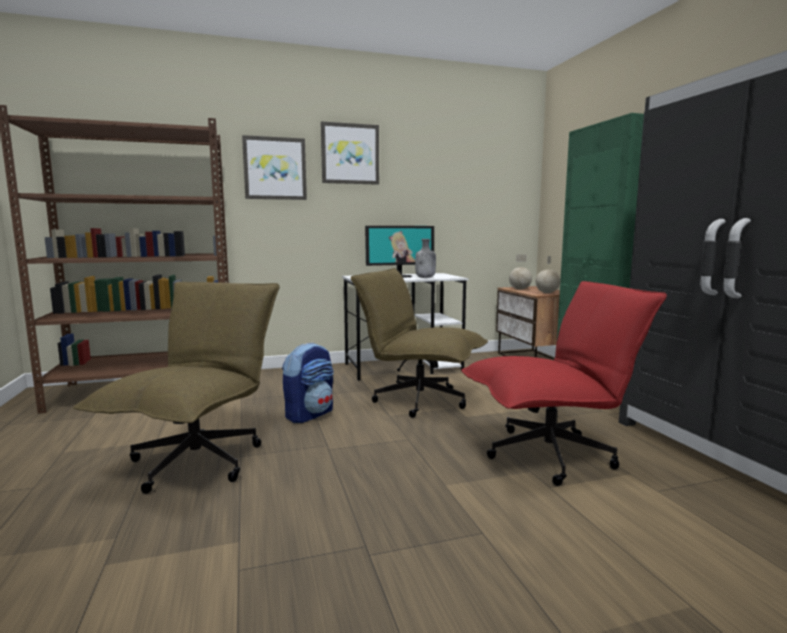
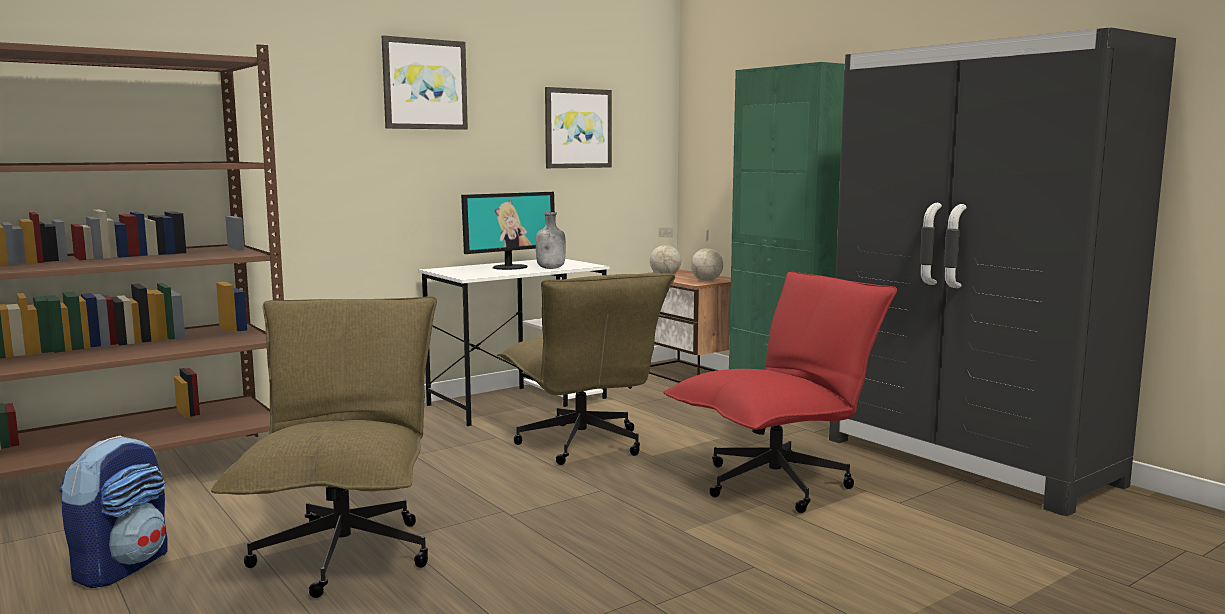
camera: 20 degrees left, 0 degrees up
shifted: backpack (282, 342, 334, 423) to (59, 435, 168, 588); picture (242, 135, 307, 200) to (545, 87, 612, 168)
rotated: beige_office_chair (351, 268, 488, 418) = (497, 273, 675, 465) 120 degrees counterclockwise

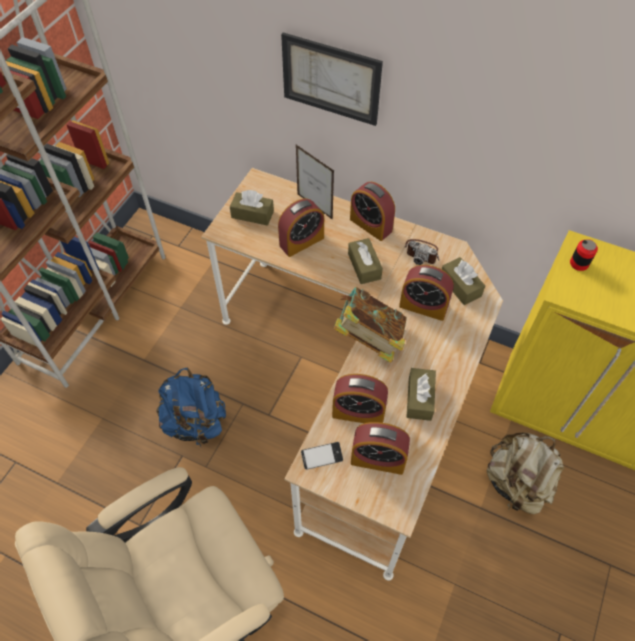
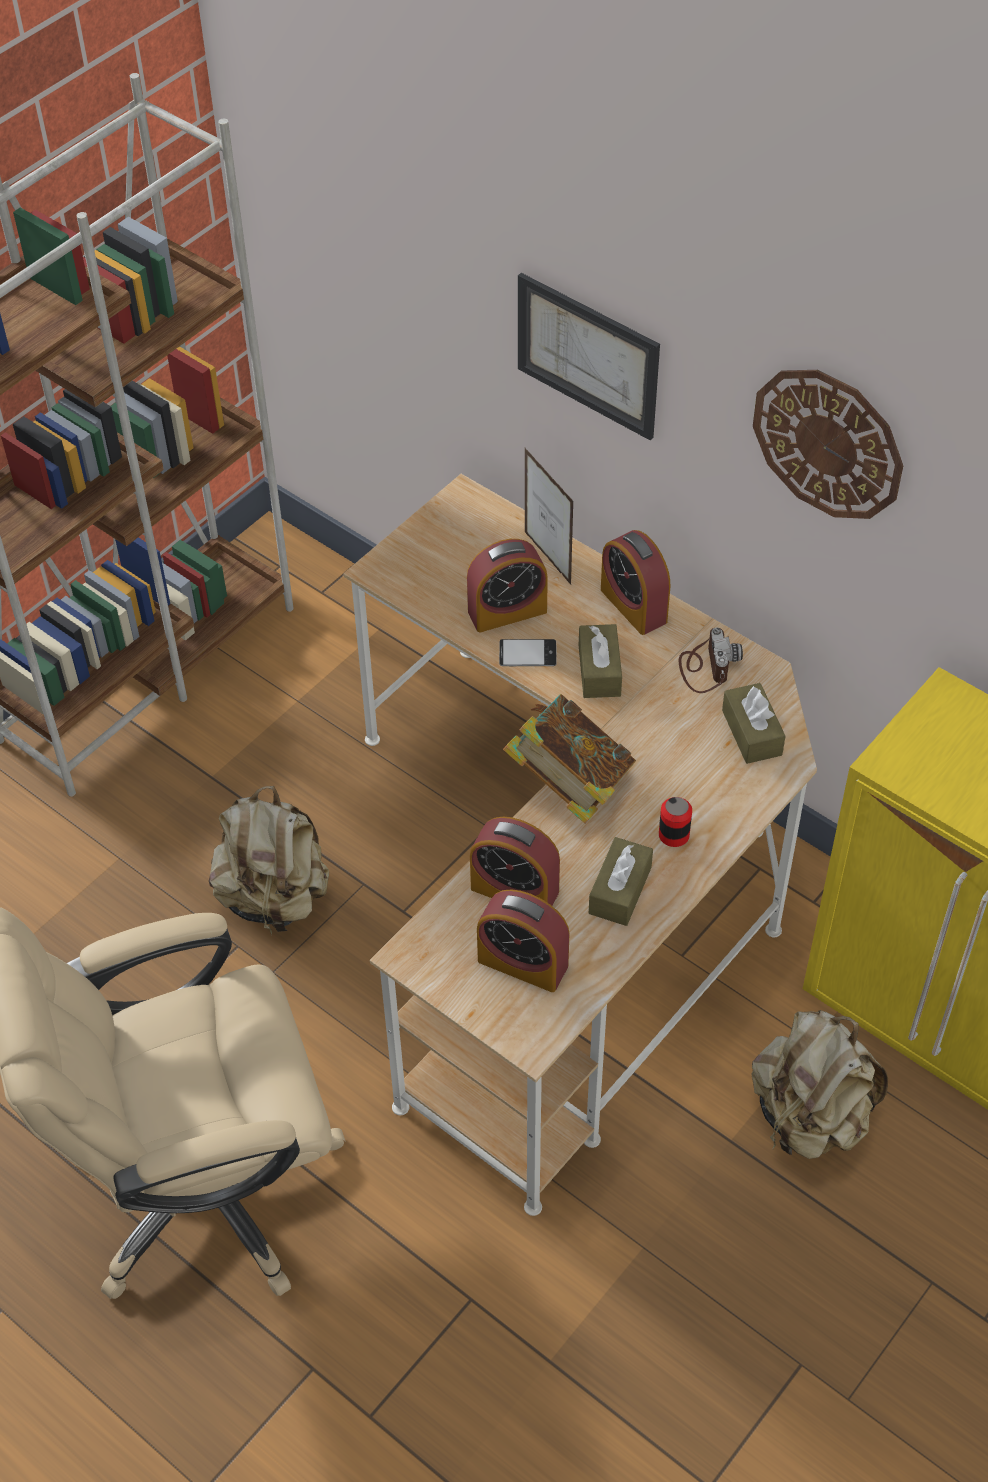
camera: 15 degrees right, 5 degrees down
gone: brown_tissue_box (230, 190, 274, 226); alarm_clock (399, 265, 454, 321)
new: wall_clock (753, 370, 903, 519)
shifted: phone (301, 442, 343, 470) to (499, 639, 556, 667); can (570, 239, 598, 271) to (659, 797, 692, 847)
repainted: blue_backpack (156, 368, 226, 447) to beige_backpack (209, 786, 329, 937)
rotated: photo_camera (405, 239, 439, 265) = (679, 628, 743, 693) 135 degrees counterclockwise

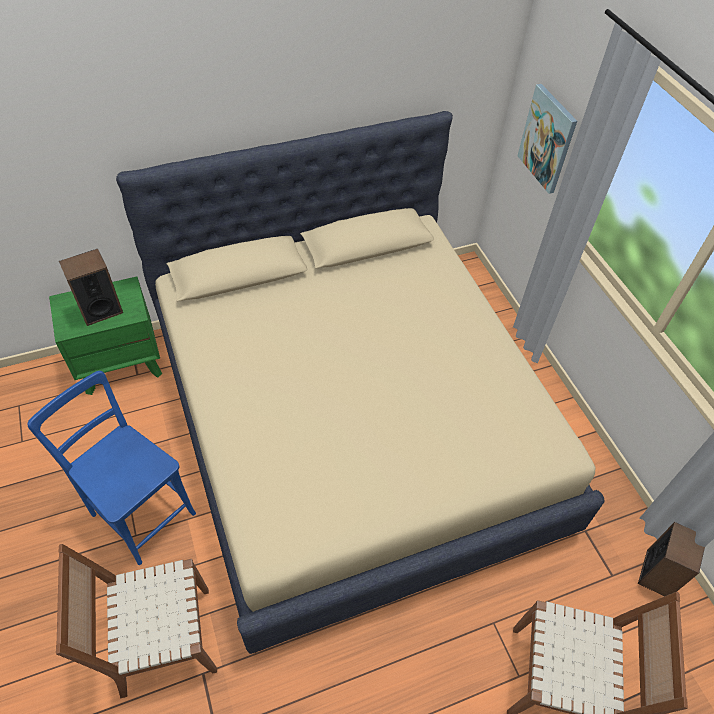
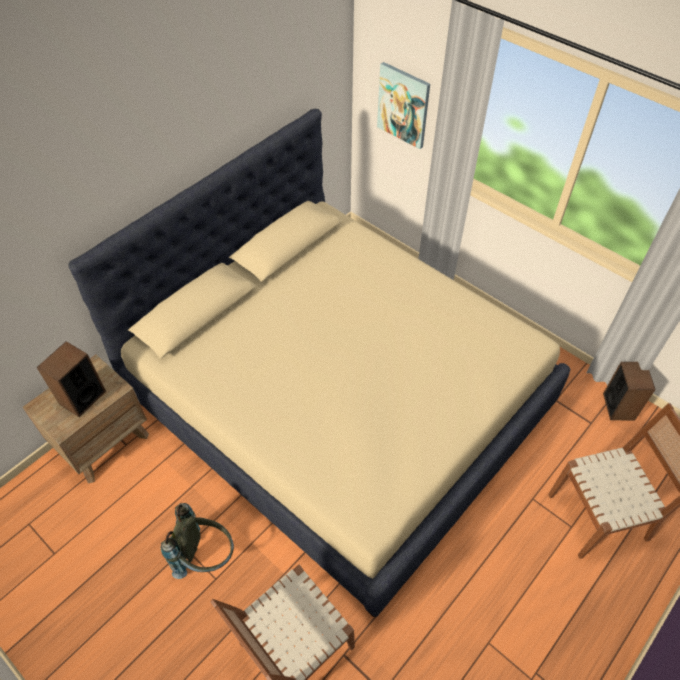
camera: 25 degrees left, 0 degrees up
swapped: blue_chair (28, 371, 196, 565) to grey_backpack (161, 503, 234, 579)
repainted: green_nightstand (49, 276, 162, 395) to brown_nightstand (23, 355, 149, 484)

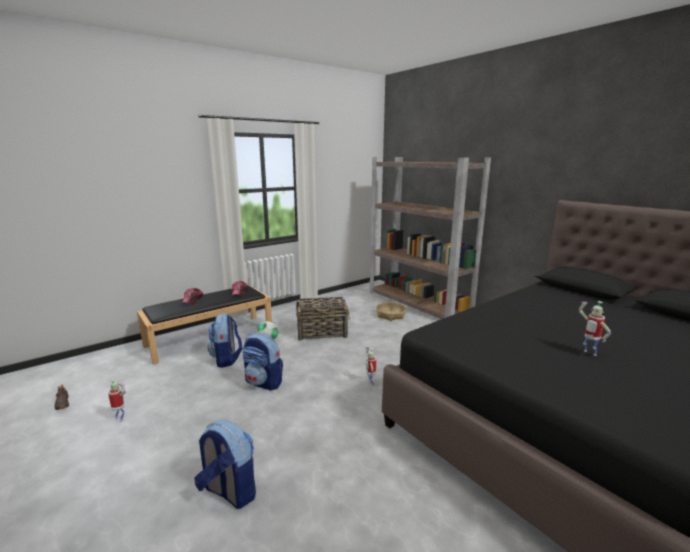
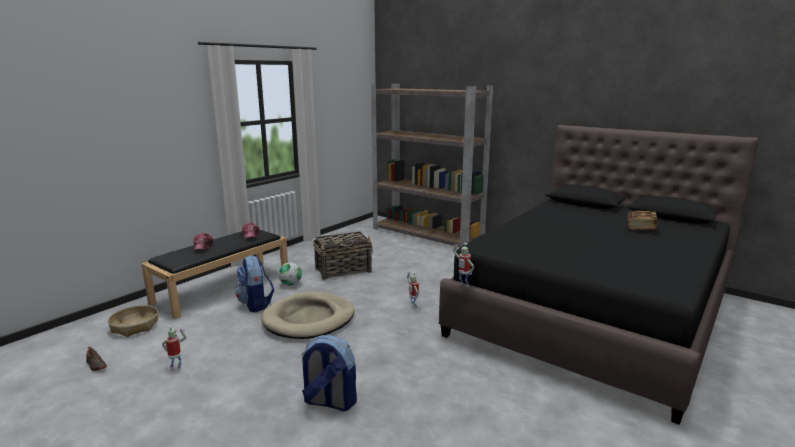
camera: 15 degrees left, 0 degrees up
new: book (627, 211, 657, 230)
shifted: basket (376, 302, 406, 321) to (108, 305, 158, 337); toy_robot (579, 301, 611, 356) to (453, 243, 474, 287)
swapped: backpack (243, 333, 283, 391) to beige_dog_bed (261, 292, 355, 339)

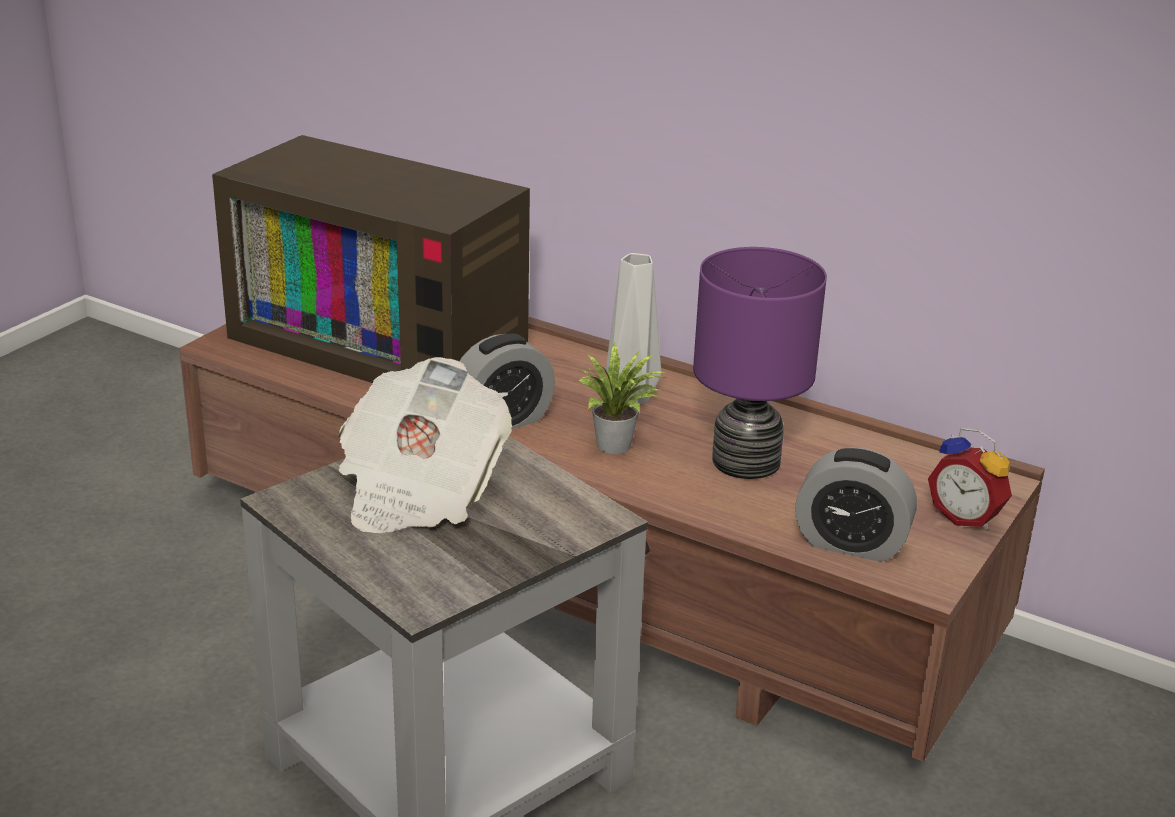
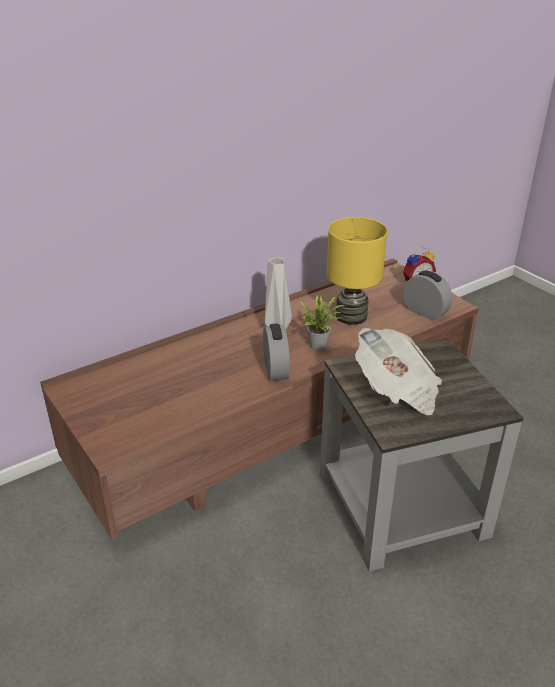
camera: 65 degrees left, 5 degrees up
gone: television (212, 135, 530, 383)
repainted: purple_table_lamp (693, 247, 827, 479) to yellow_table_lamp (326, 217, 387, 325)
rotated: alarm_clock (795, 447, 917, 562) = (403, 271, 453, 321) 90 degrees counterclockwise

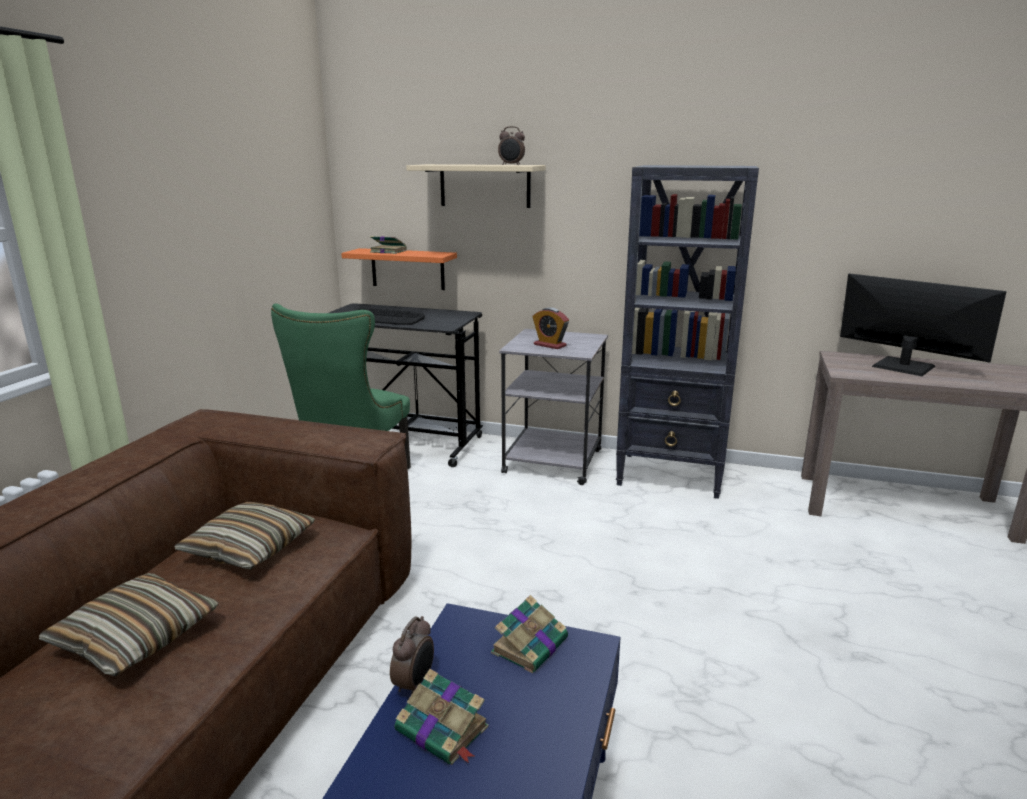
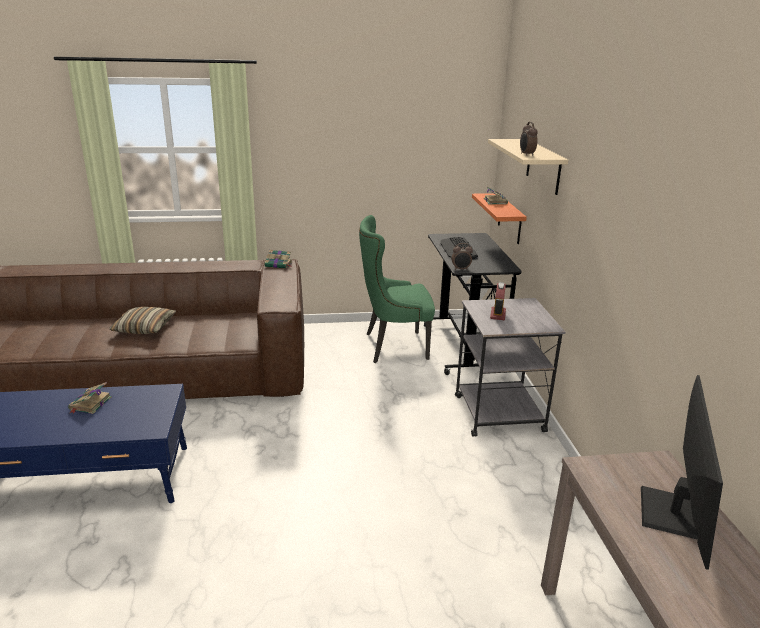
camera: 65 degrees right, 5 degrees up
gone: pillow (174, 502, 315, 570); black_bookcase (616, 165, 759, 499)
shifted: book (491, 595, 568, 673) to (265, 250, 292, 269); alarm_clock (390, 616, 434, 695) to (451, 243, 473, 270)

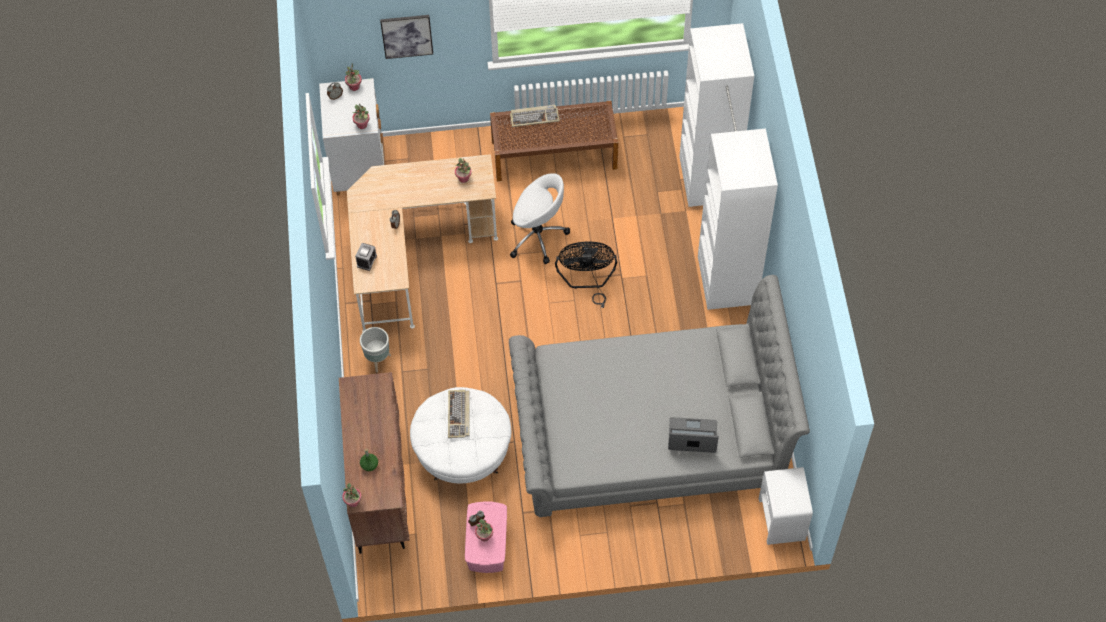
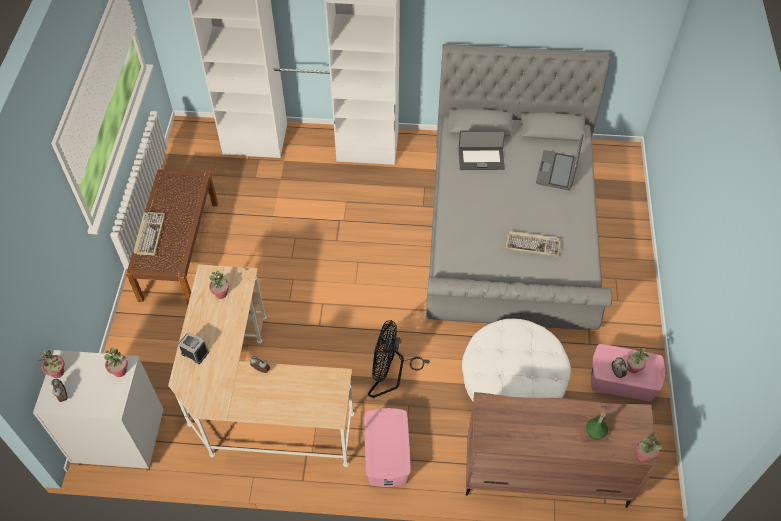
camera: 80 degrees left, 5 degrees down
gone: picture (380, 15, 433, 59); white_office_chair (510, 173, 570, 264); white_nightstand (759, 467, 813, 545)
new: laptop (459, 130, 505, 170)
shifted: alarm_clock (355, 243, 377, 271) to (178, 332, 209, 364); black_fan (555, 242, 617, 308) to (368, 320, 429, 399); keyboard (448, 390, 470, 438) to (505, 231, 560, 257)
swapped: grey_planter (360, 327, 391, 373) to pink_storage_box (364, 408, 411, 487)

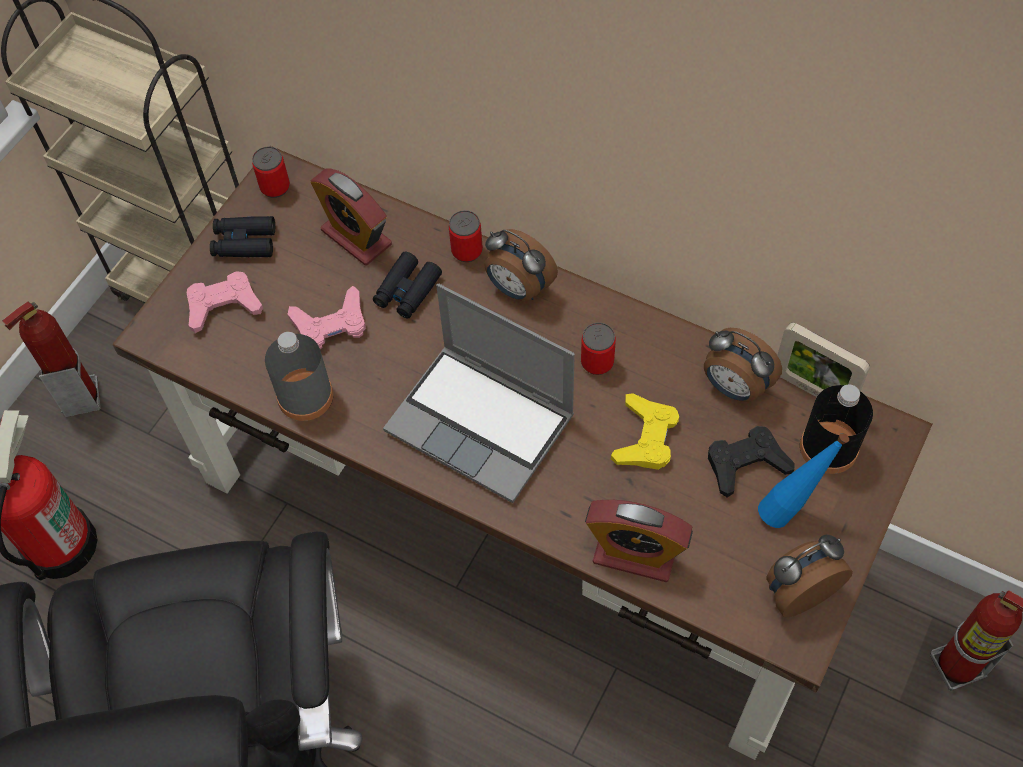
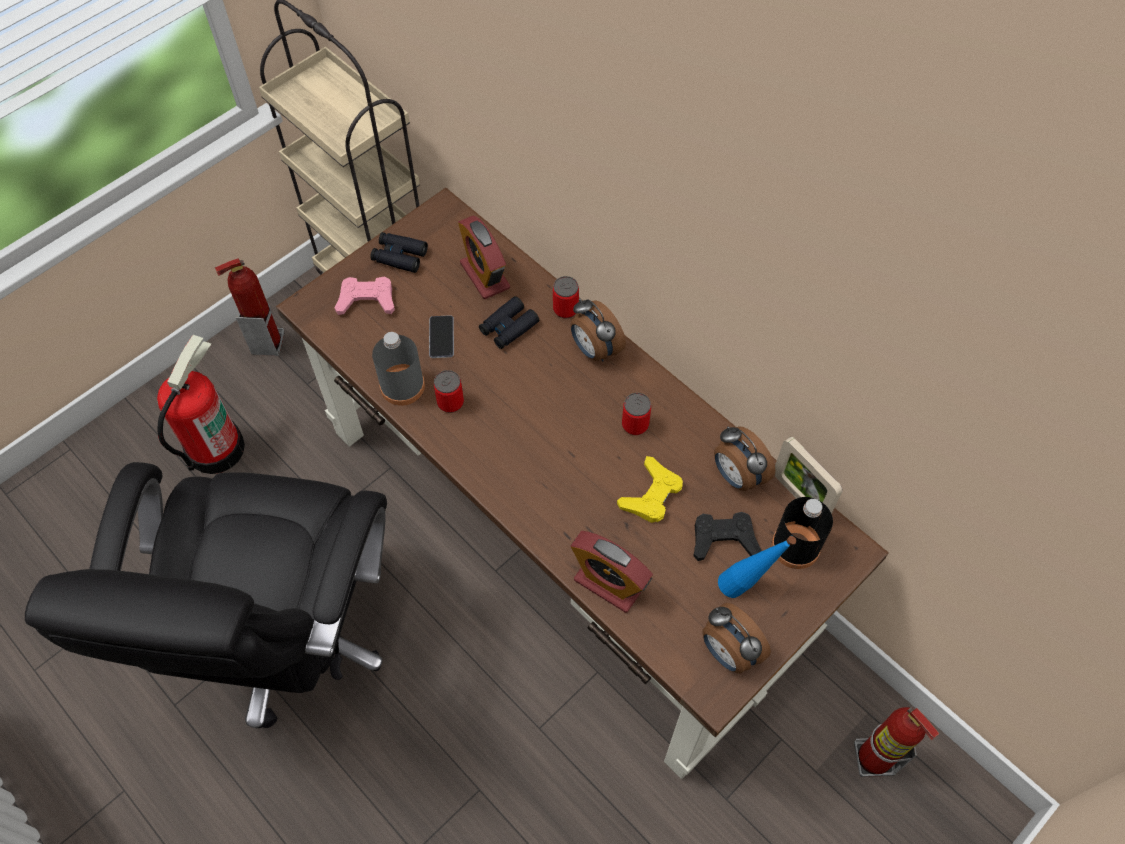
camera: 15 degrees right, 0 degrees up
gone: laptop (383, 284, 575, 503)
shifted: can (252, 147, 290, 198) to (434, 370, 464, 413)
swapped: pink_game_controller (288, 286, 366, 349) to phone (429, 315, 454, 358)
rotated: alarm_clock (766, 535, 853, 617) = (702, 603, 771, 673) 120 degrees counterclockwise

